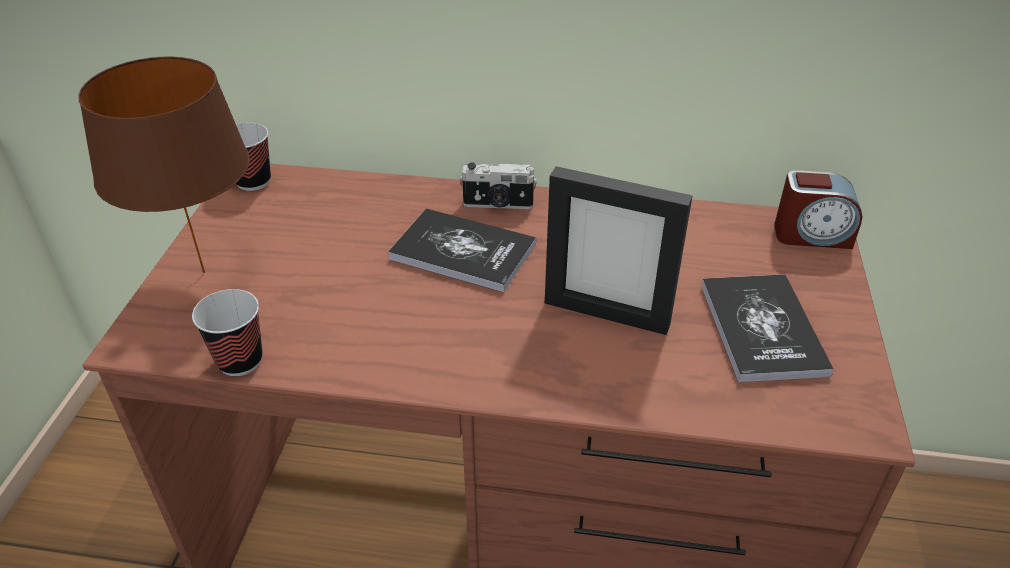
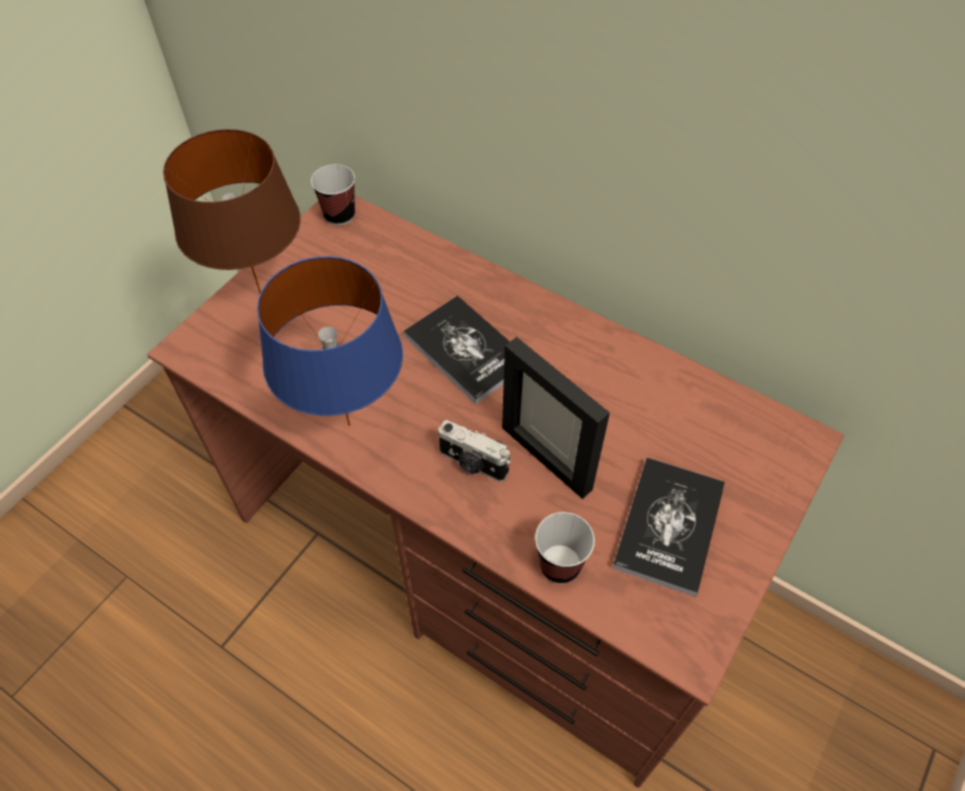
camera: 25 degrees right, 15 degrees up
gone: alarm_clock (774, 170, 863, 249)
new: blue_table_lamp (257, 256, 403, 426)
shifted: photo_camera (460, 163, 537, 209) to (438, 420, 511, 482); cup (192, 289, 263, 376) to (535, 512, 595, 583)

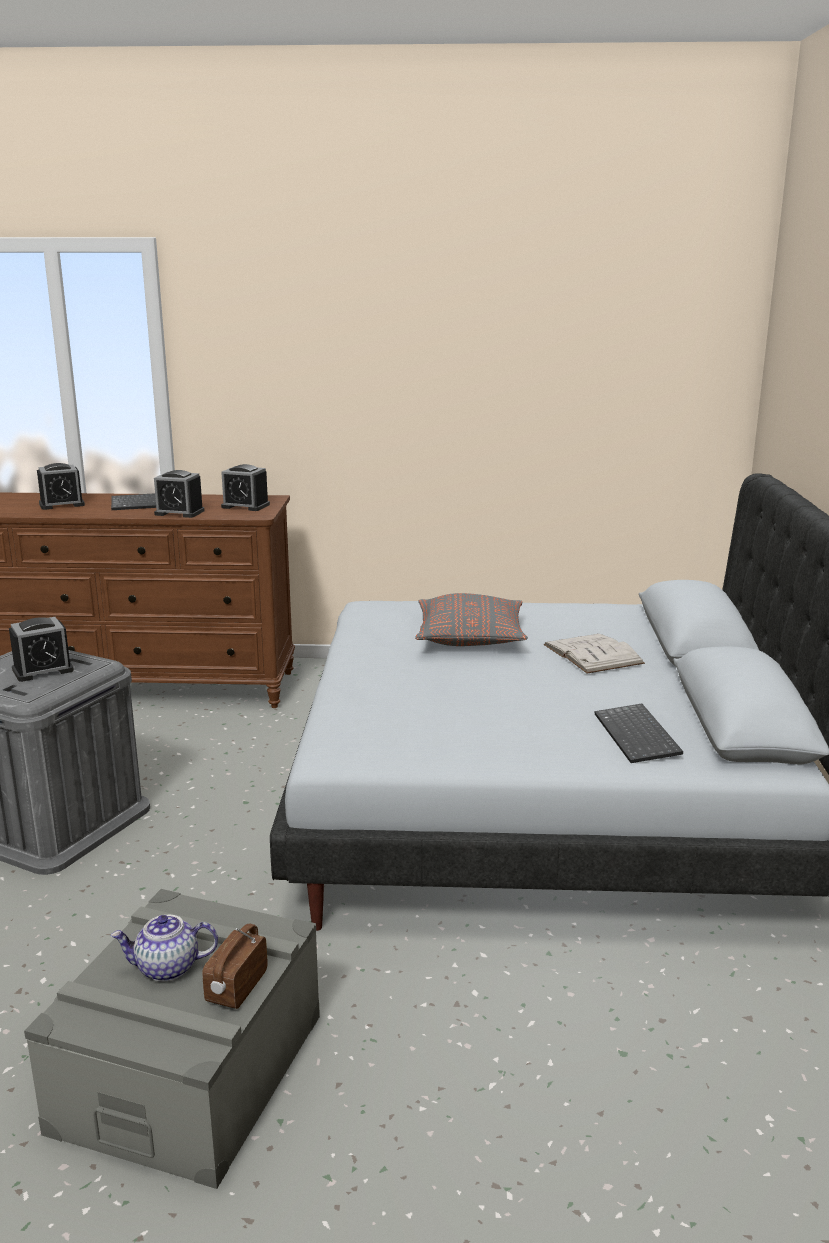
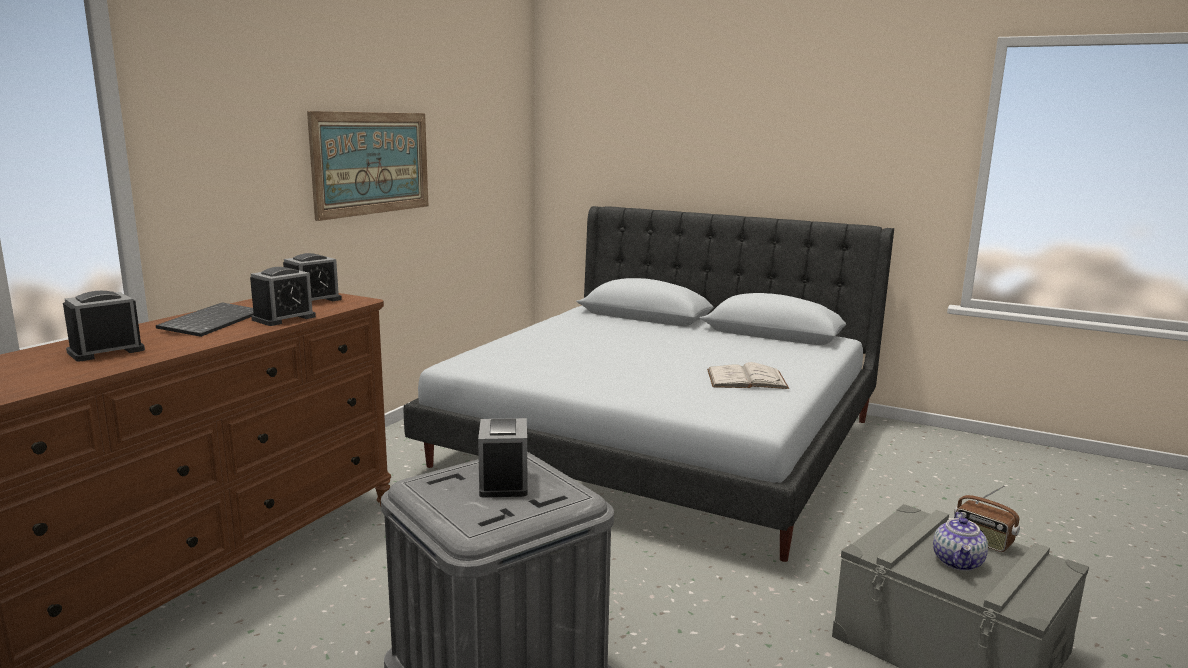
camera: 65 degrees left, 5 degrees down
gone: grey_pillow (415, 593, 528, 646); keyboard (595, 704, 683, 763)
new: picture (307, 111, 429, 221)
shifted: white_book (543, 634, 645, 674) to (707, 362, 789, 389)
rotated: alarm_clock (37, 463, 85, 510) = (63, 291, 145, 361) 135 degrees counterclockwise

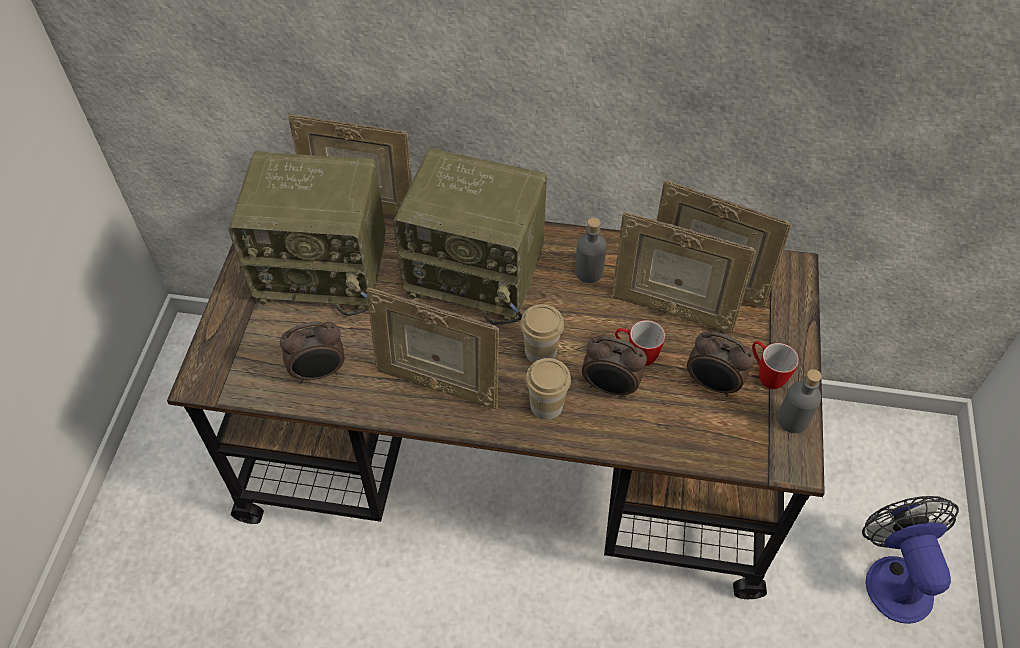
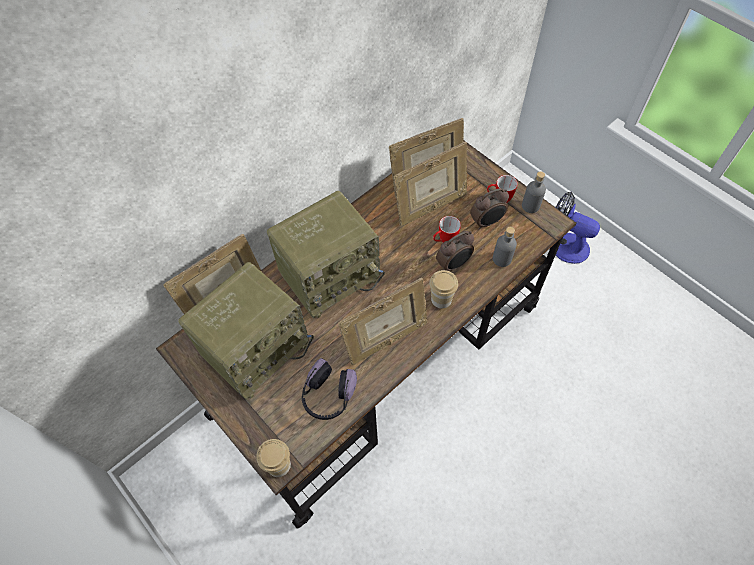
camera: 50 degrees left, 5 degrees up
shifted: cup (520, 304, 564, 363) to (256, 439, 291, 477); grey_bottle (575, 218, 606, 283) to (493, 227, 517, 267)
swapped: alarm_clock (280, 321, 344, 383) to headphones (302, 358, 357, 420)

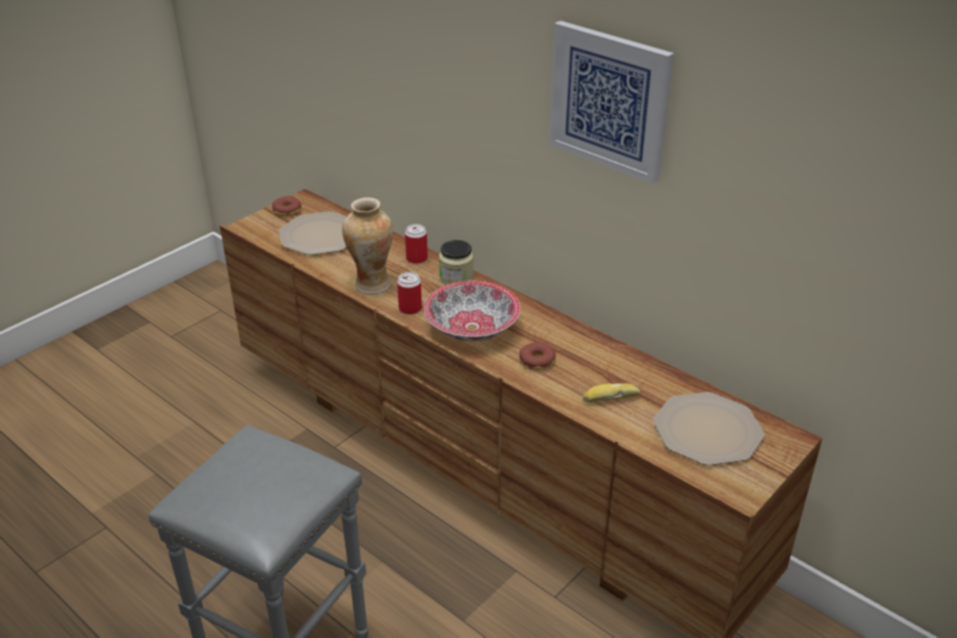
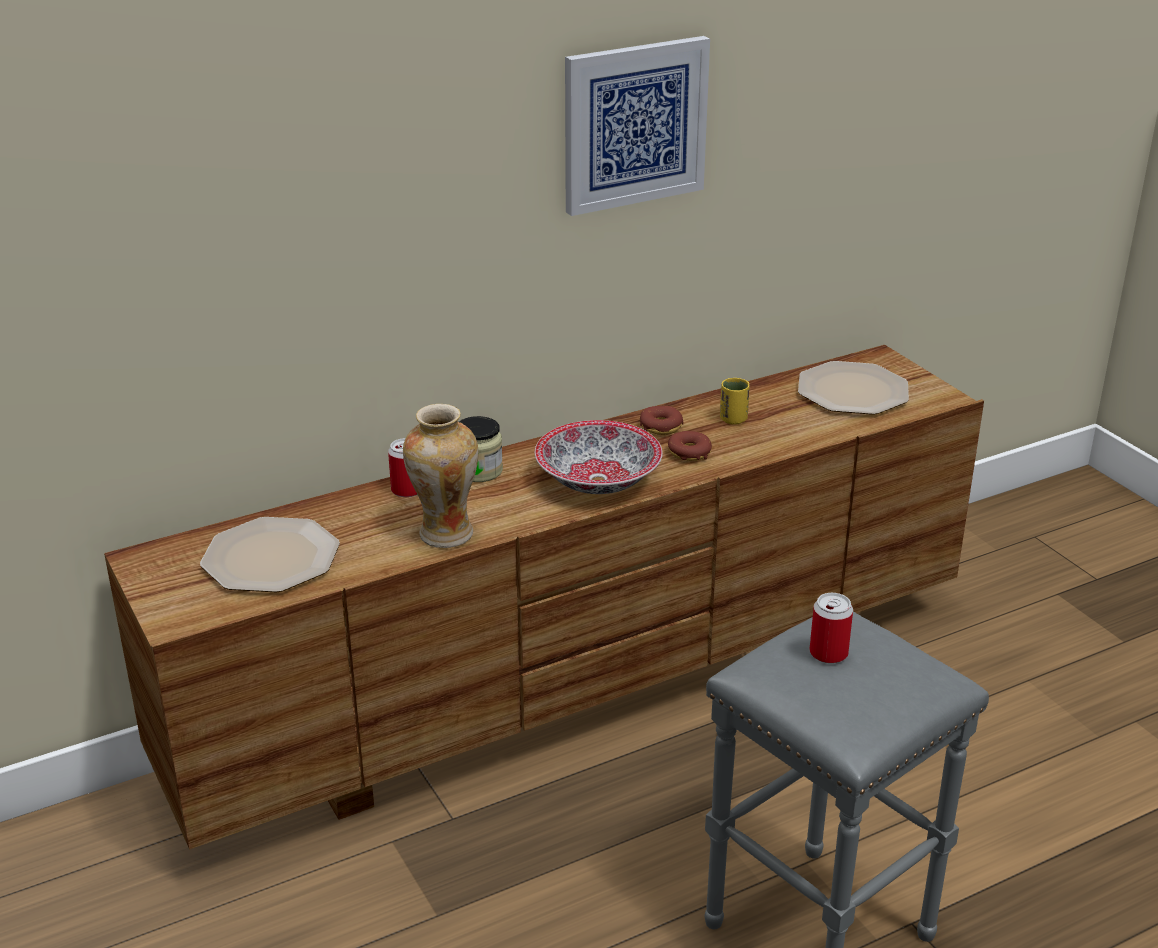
camera: 70 degrees left, 5 degrees down
gone: bread (583, 383, 640, 402)
new: yellow_cup (720, 378, 750, 425)
shifted: donut (272, 196, 301, 216) to (640, 406, 684, 435); can (397, 272, 422, 315) to (809, 593, 853, 664)

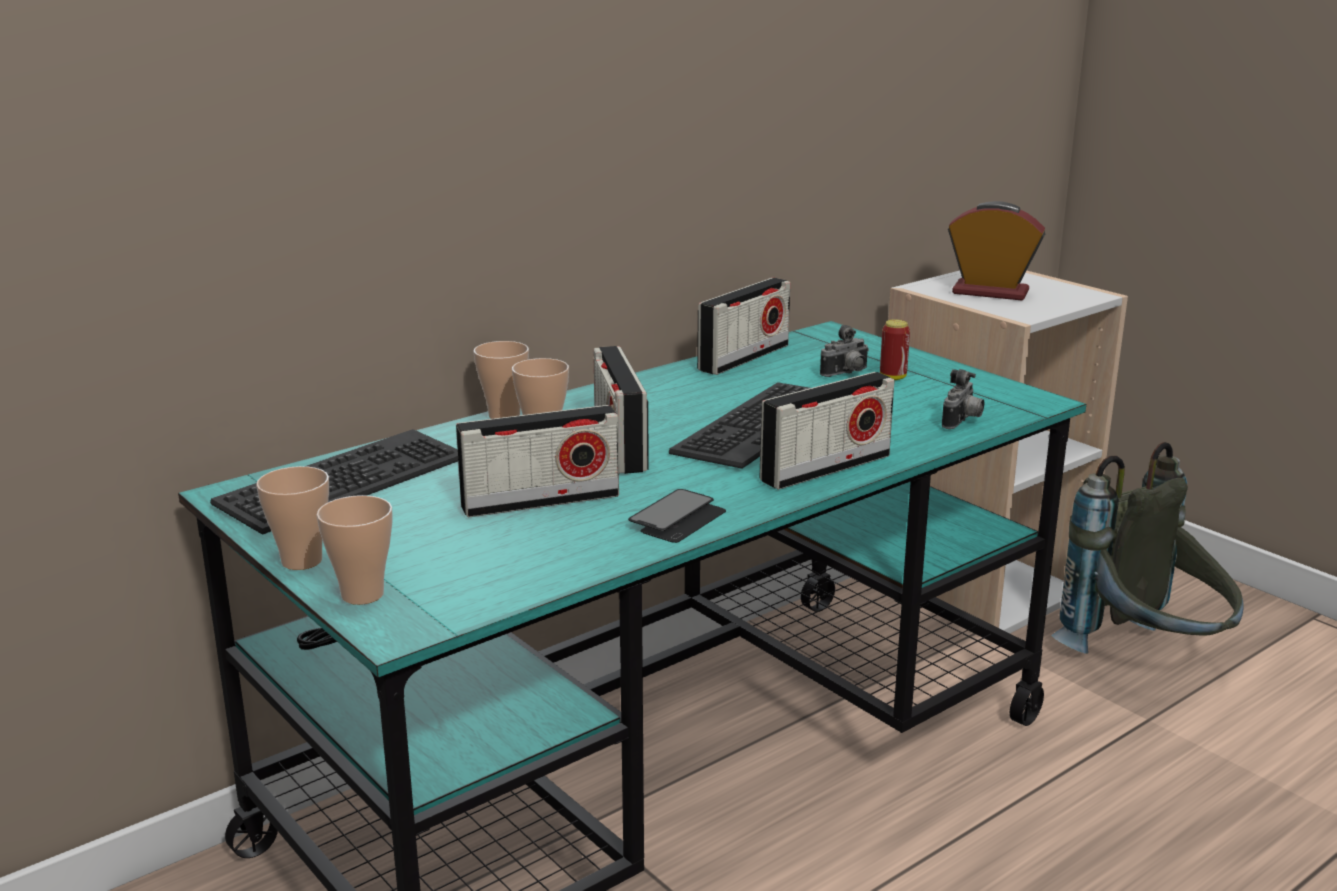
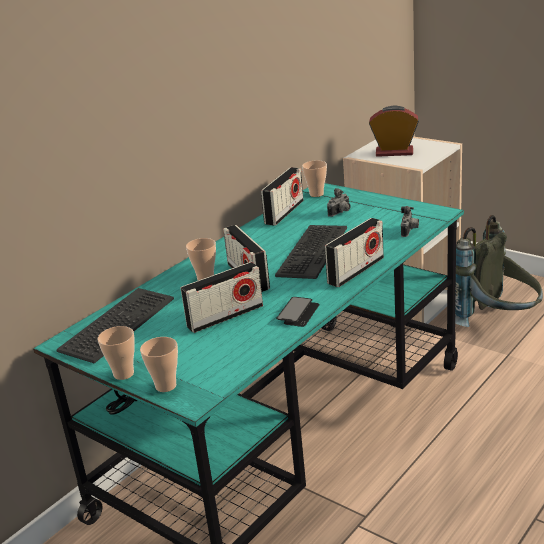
camera: 10 degrees left, 5 degrees up
gone: can (880, 319, 910, 380)
shifted: cup (473, 341, 529, 419) to (302, 160, 327, 197)

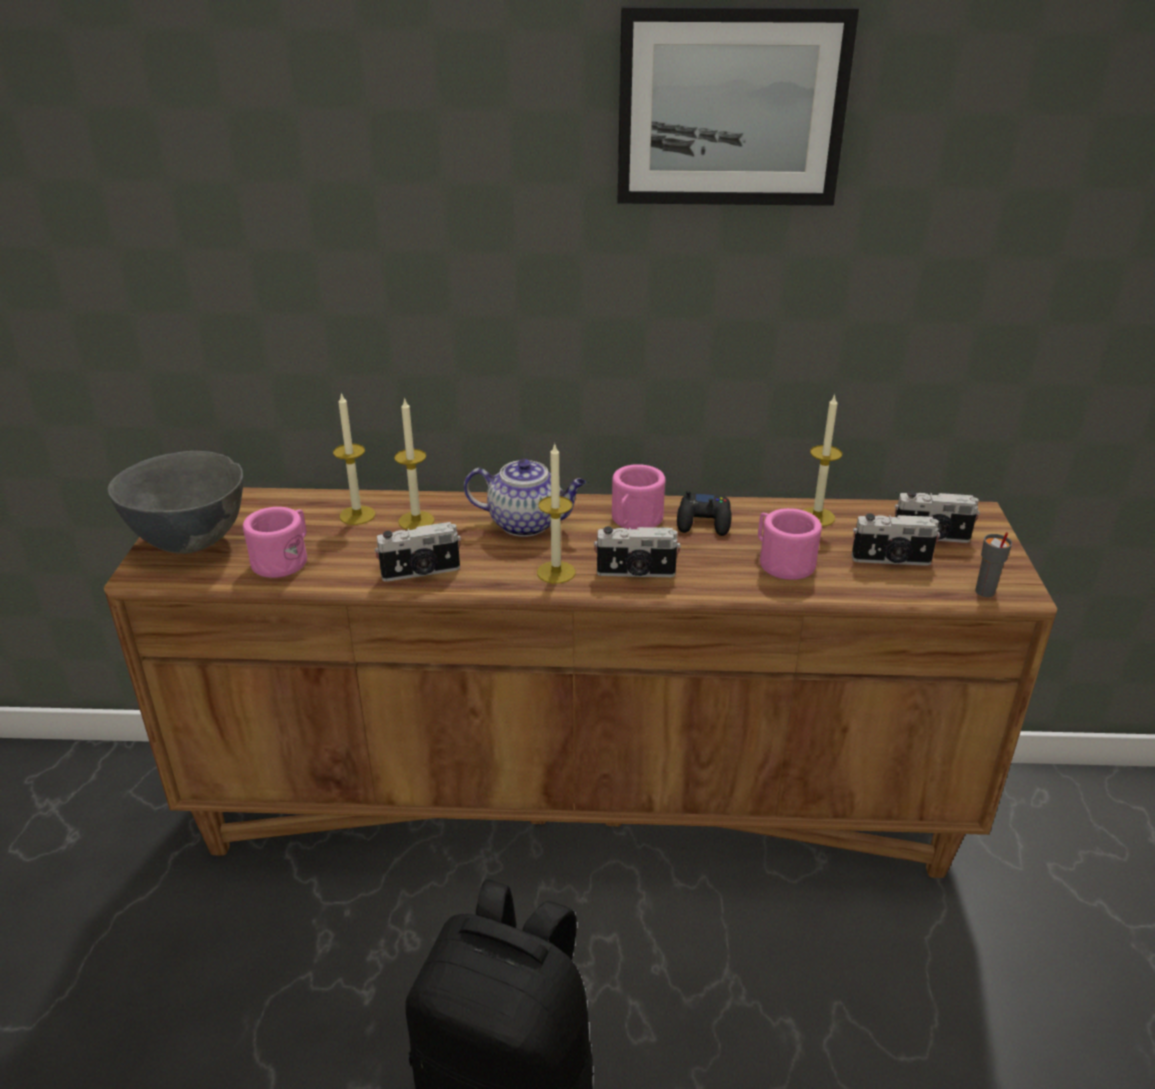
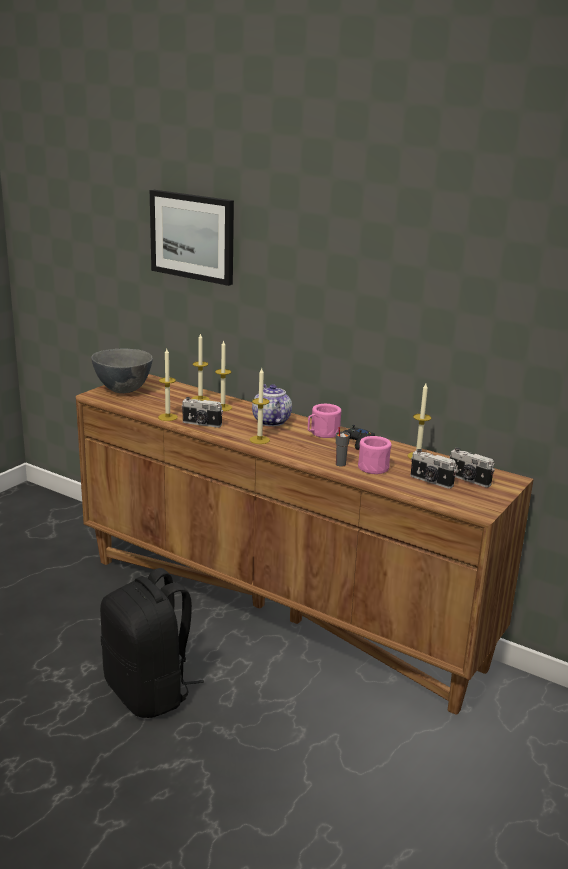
camera: 30 degrees right, 10 degrees down
gone: pink_mug (243, 507, 307, 578); photo_camera (594, 526, 681, 577)
new: candle (158, 349, 178, 421)
shifted: picture (617, 6, 859, 206) to (150, 190, 234, 286); grey_cup (975, 532, 1012, 597) to (336, 427, 350, 467)
rotated: teapot (464, 459, 586, 537) = (252, 384, 292, 426) 150 degrees counterclockwise

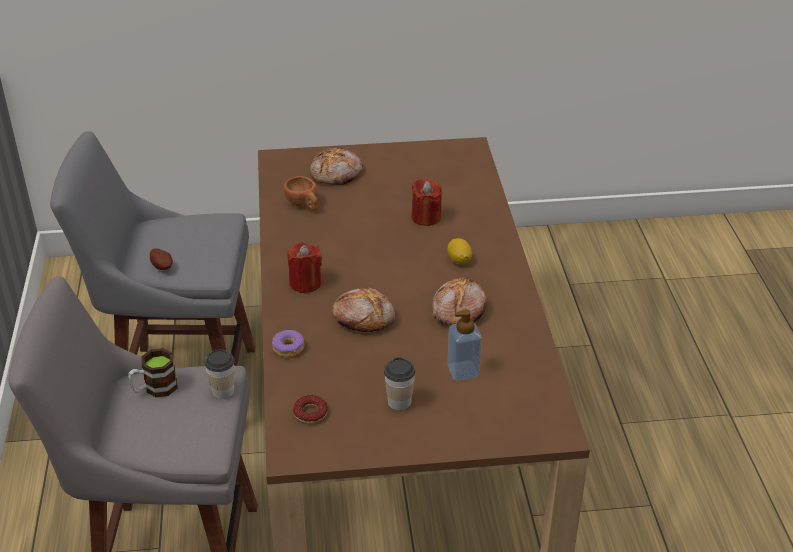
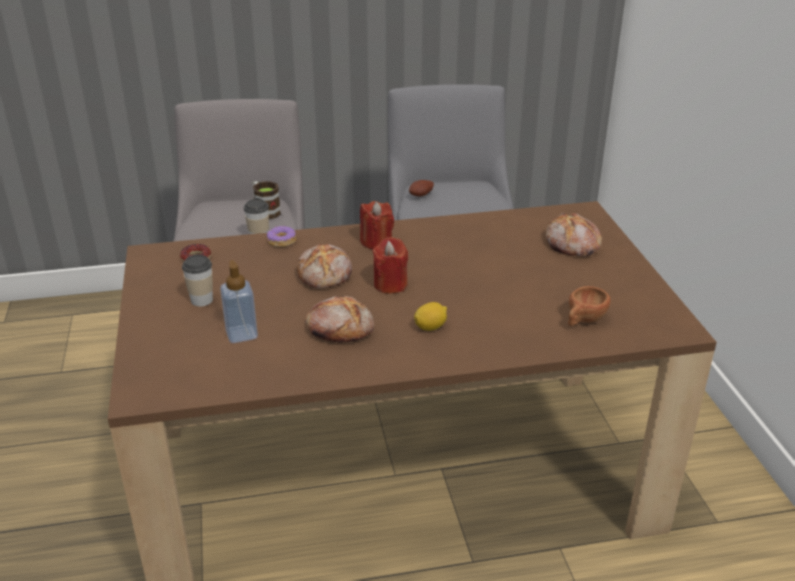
camera: 85 degrees right, 5 degrees down
shifted: red_candle (411, 178, 442, 226) to (372, 237, 408, 294); brown_cup (283, 176, 317, 210) to (568, 286, 611, 327)

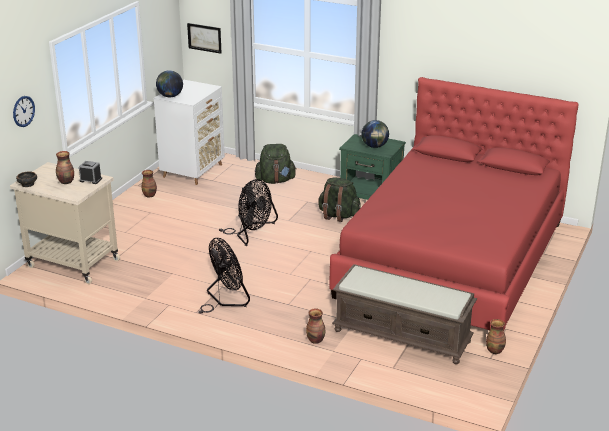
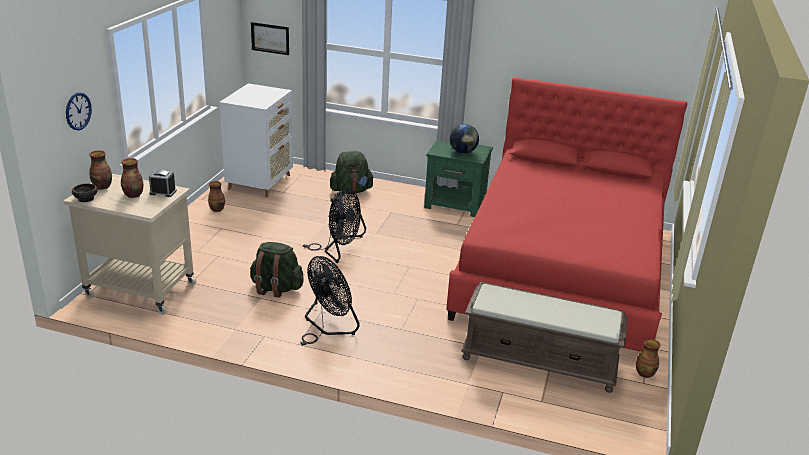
camera: 10 degrees left, 0 degrees up
gone: globe (156, 70, 183, 97)
shifted: vase (306, 308, 326, 344) to (89, 150, 112, 189); green_backpack (318, 178, 361, 222) to (250, 242, 304, 298)

